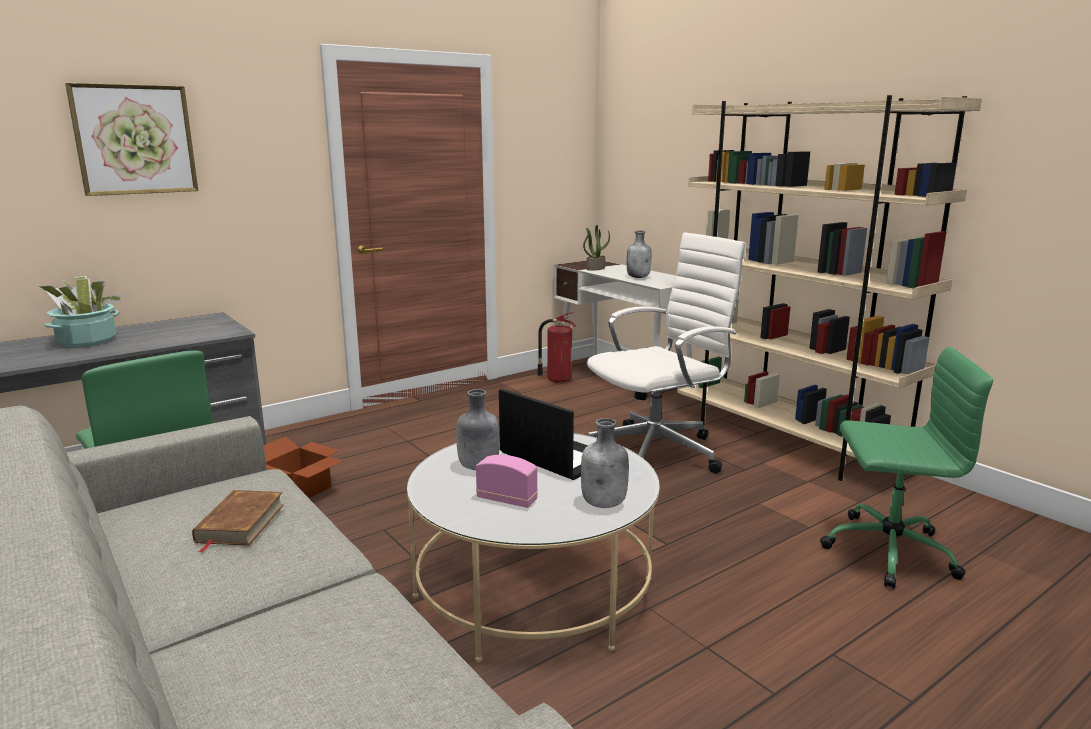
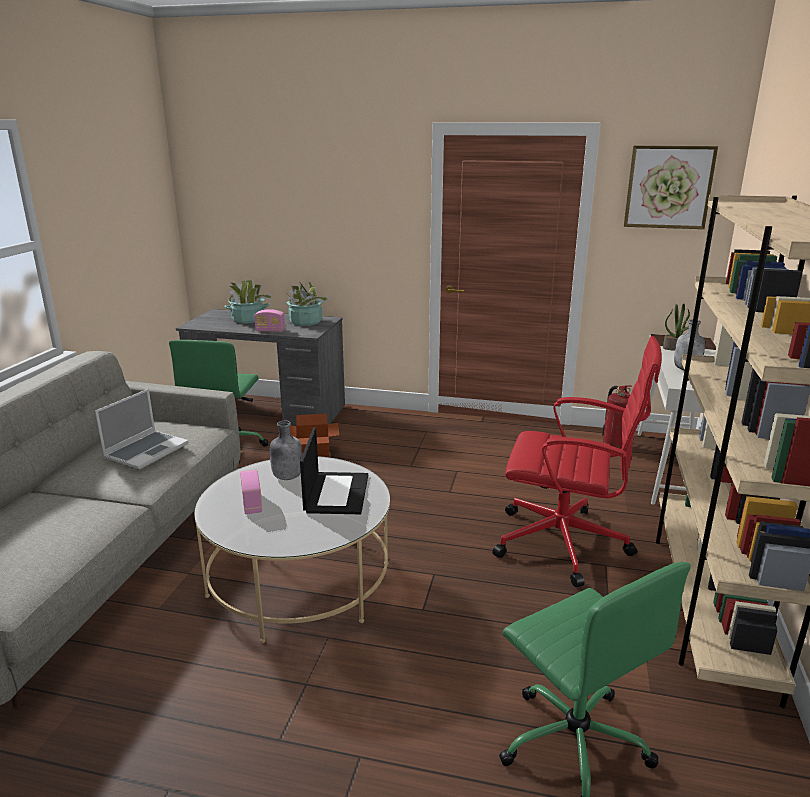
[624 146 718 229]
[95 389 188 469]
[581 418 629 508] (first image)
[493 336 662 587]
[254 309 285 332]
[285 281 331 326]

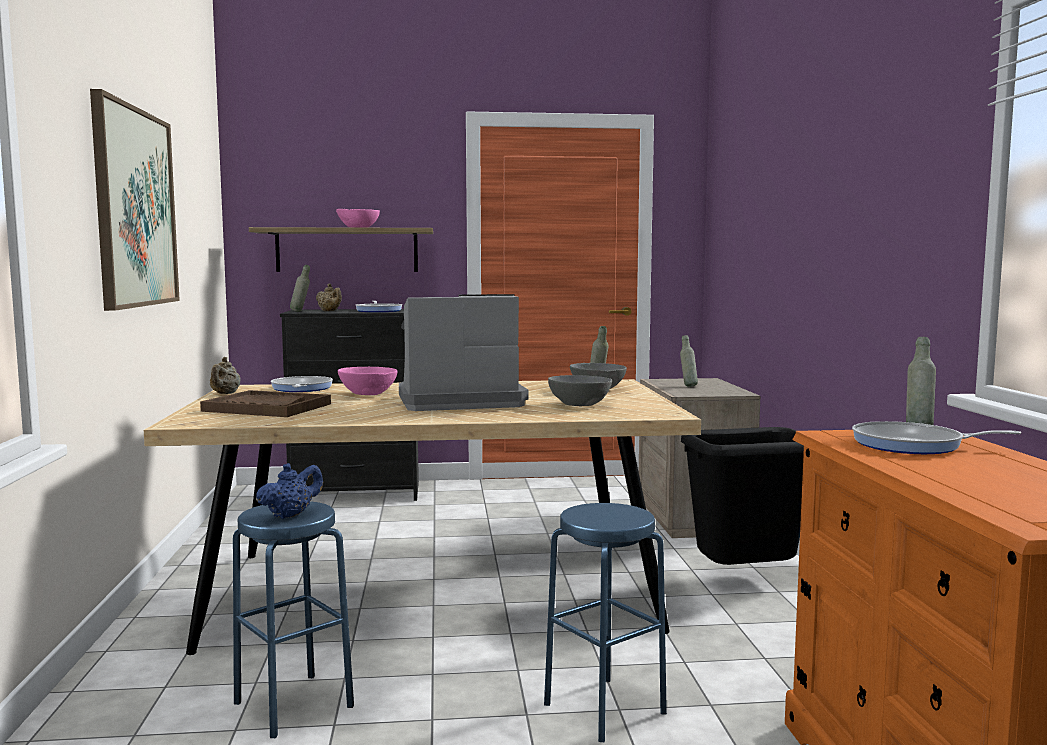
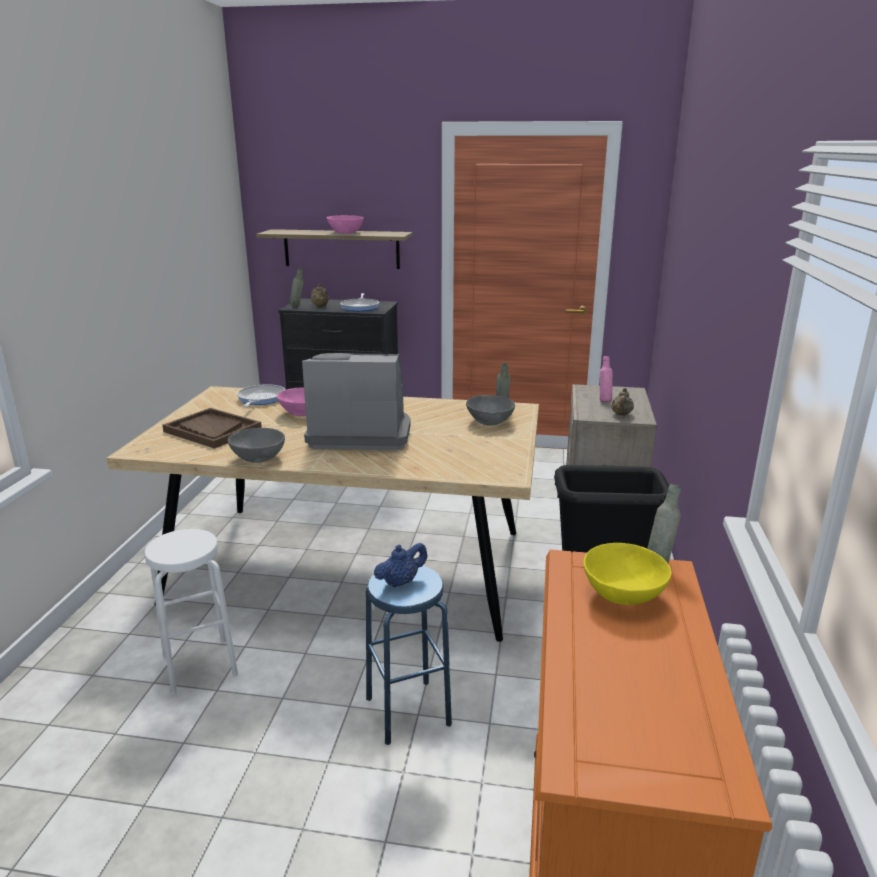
[90 89 180 311] (first image)
[611 388 634 416]
[144 529 238 696]
[374 543 427 588]
[228 428 285 463]
[600 356 613 402]
[583 543 671 605]

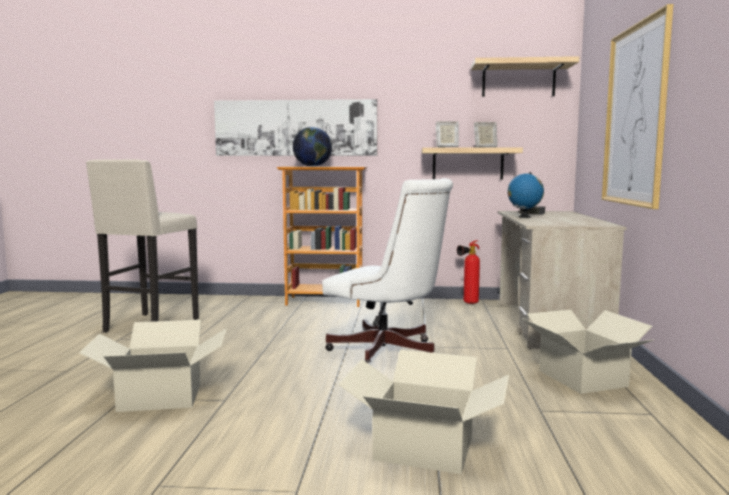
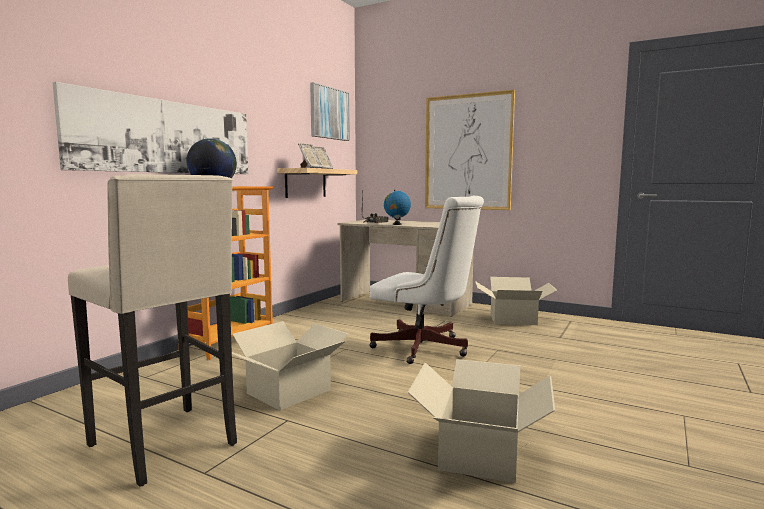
[369 196 484 364]
[232 321 349 411]
[457 240 480 304] (first image)
[310 82 350 141]

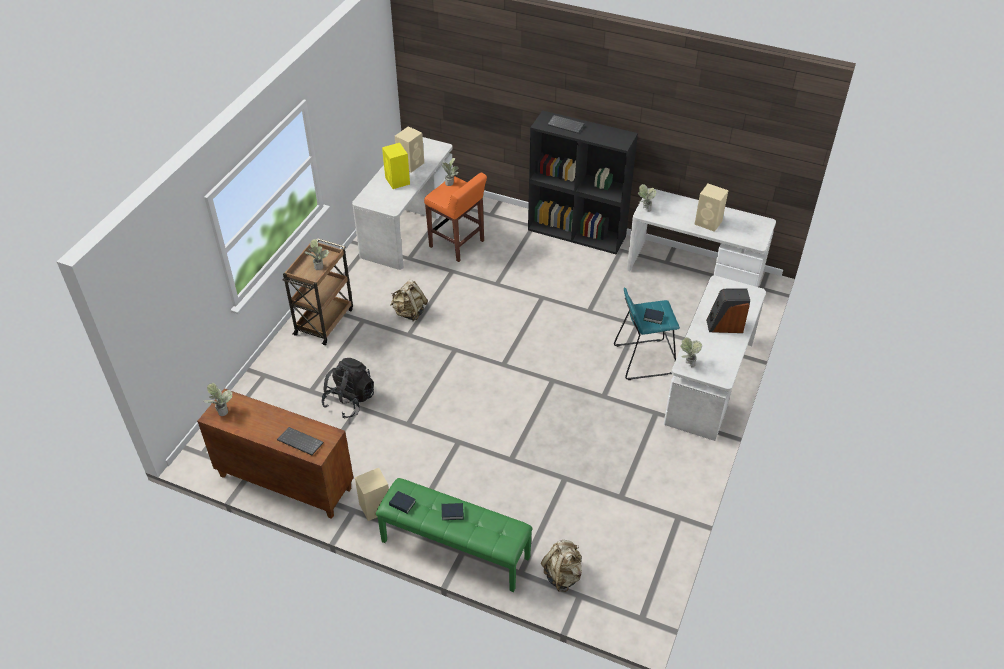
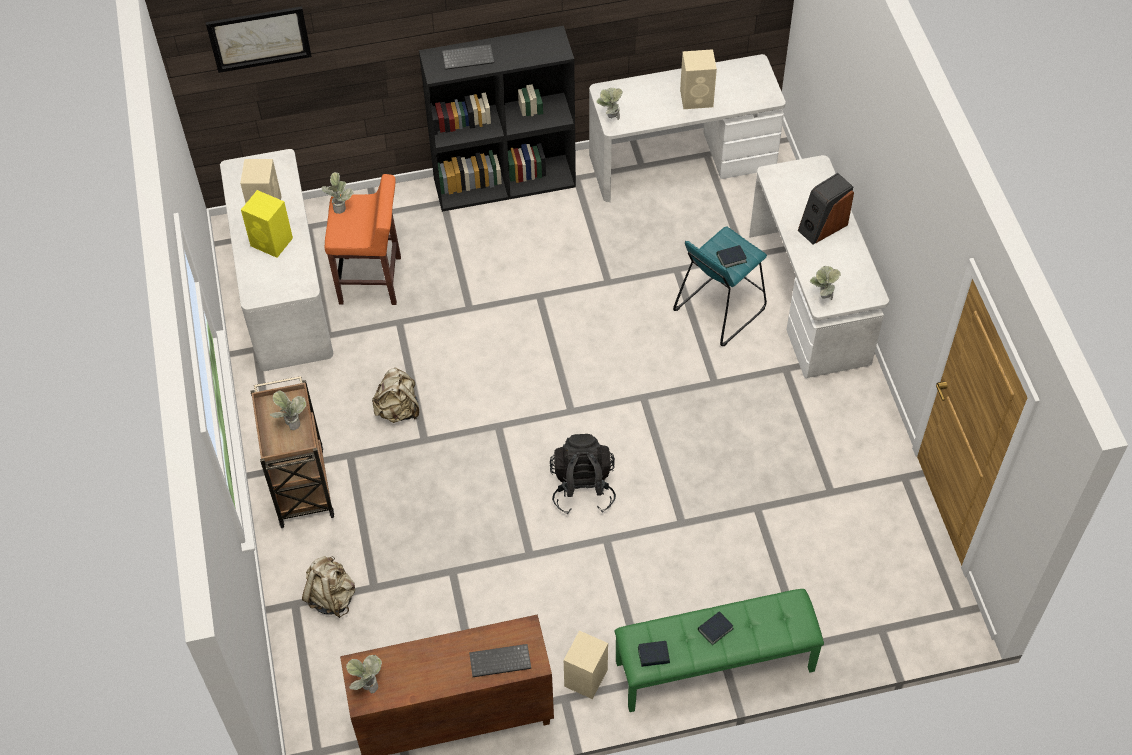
[550 434 616 514]
[302 556 355 618]
[206 6 312 73]

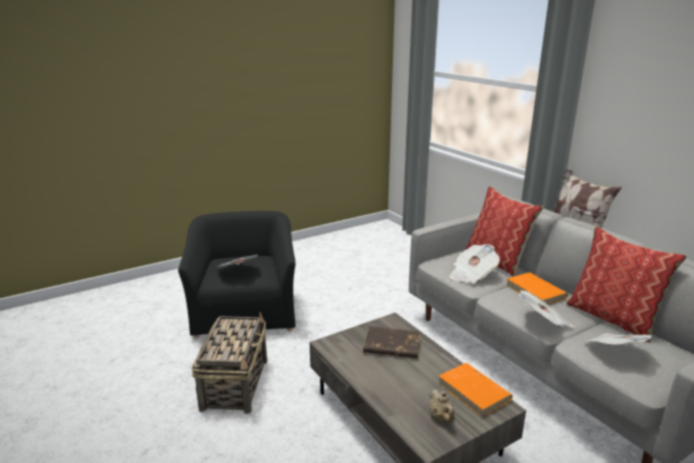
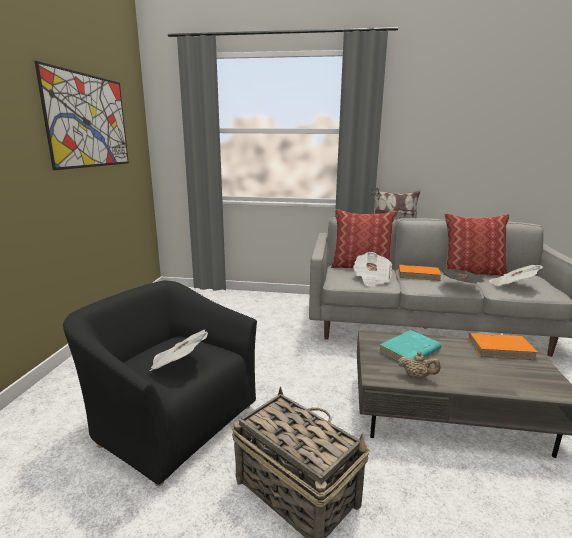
[379 330 441 362]
[398 352 440 379]
[34 61 129 170]

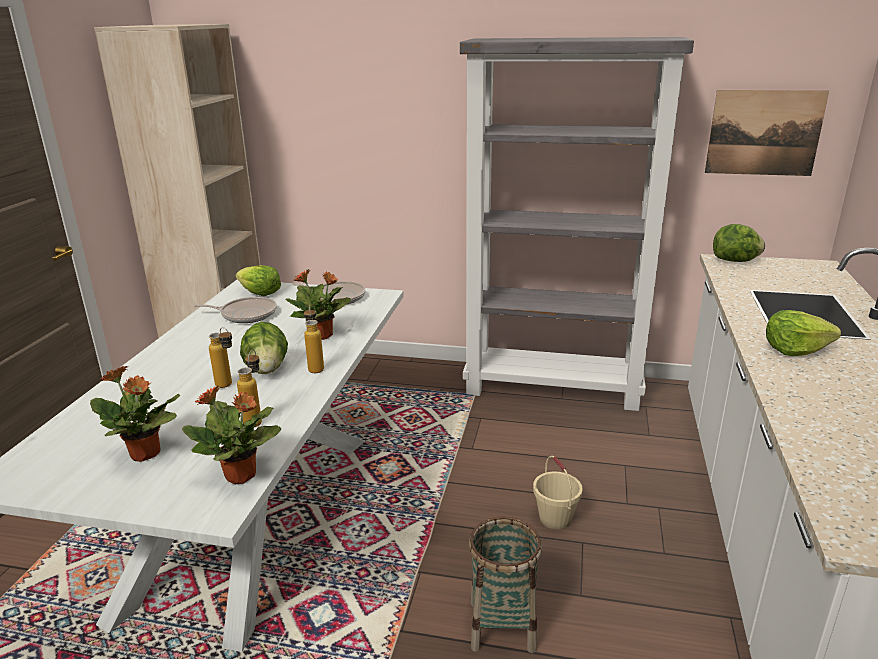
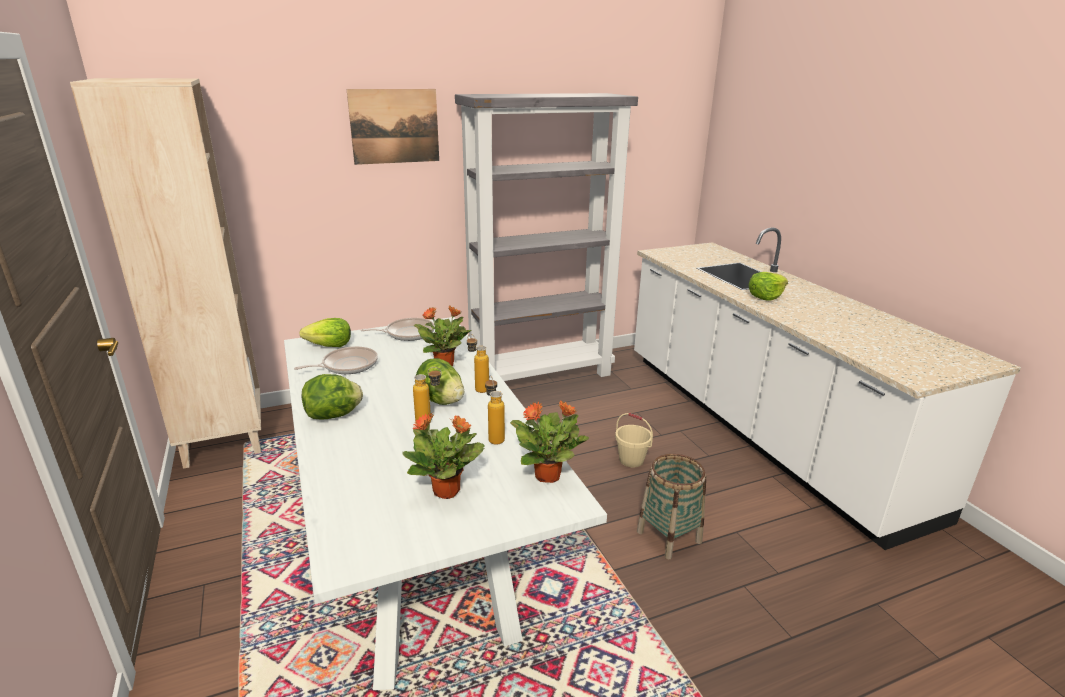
[347 89 439 165]
[302 374 363 419]

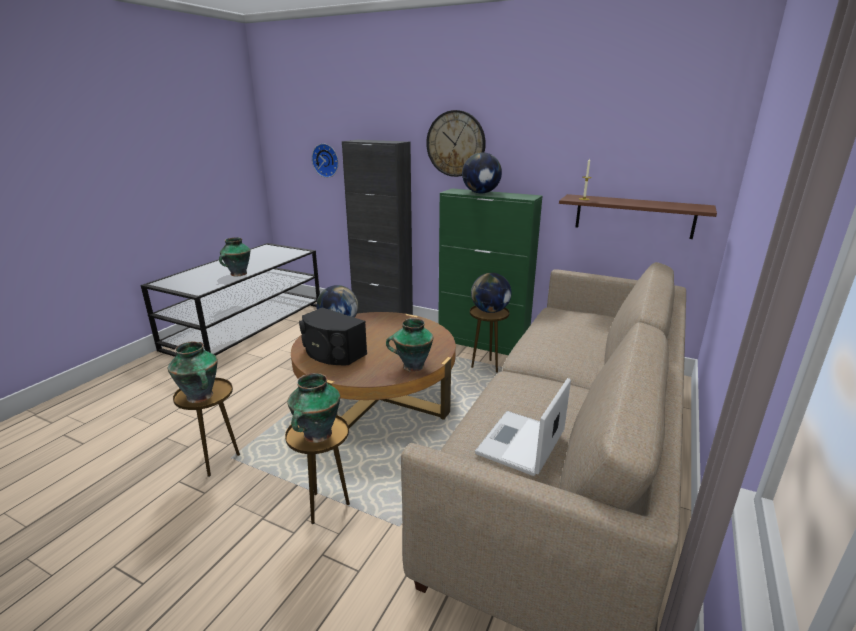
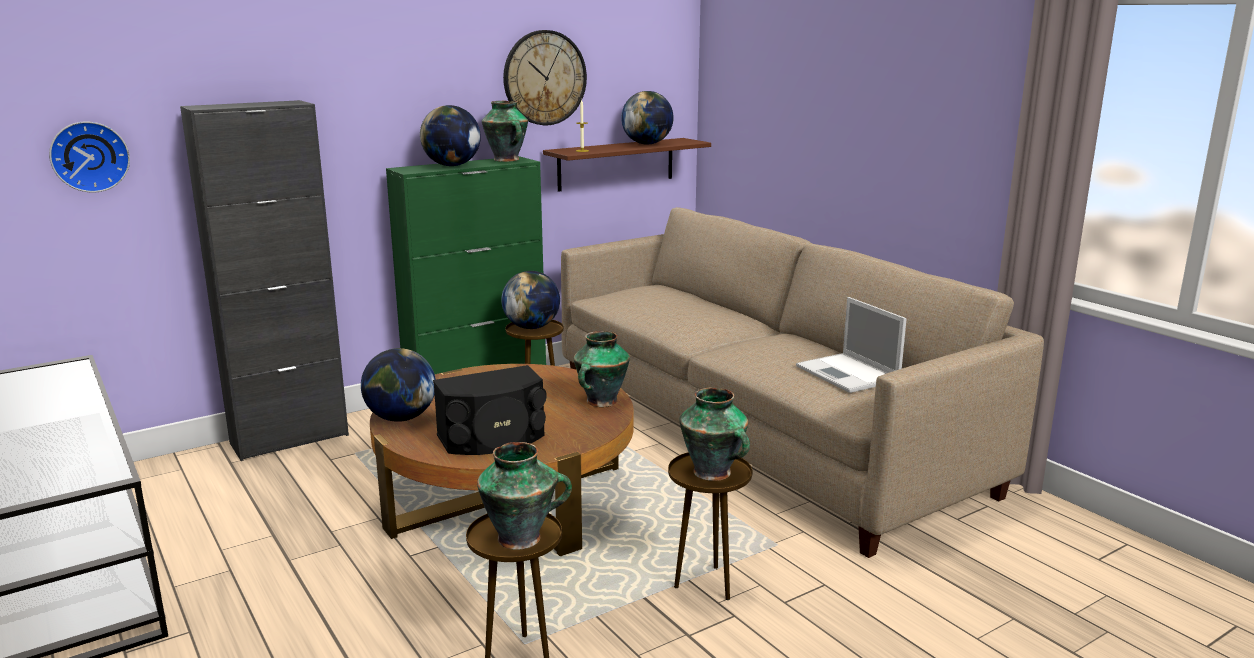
[482 101 528 162]
[503 30 587 125]
[621 91 674 144]

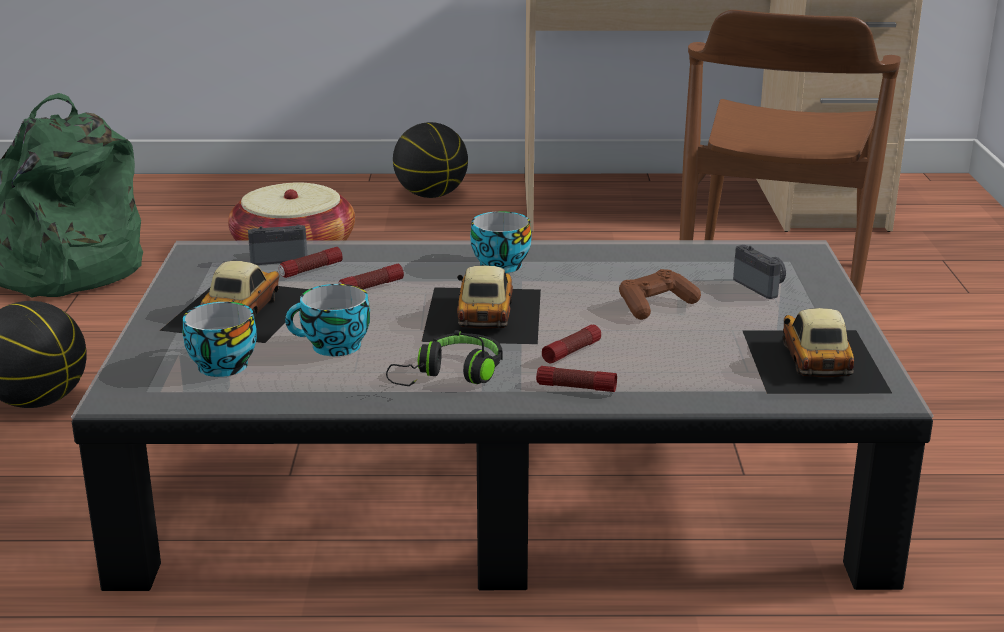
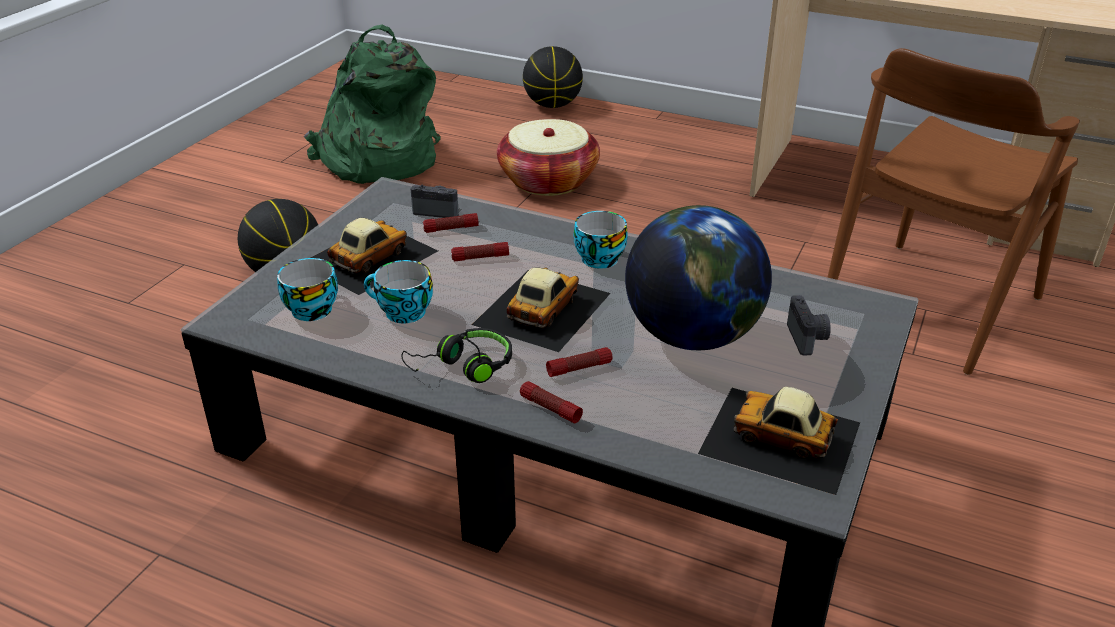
[523 46 583 108]
[625 205 772 350]
[698 387 860 495]

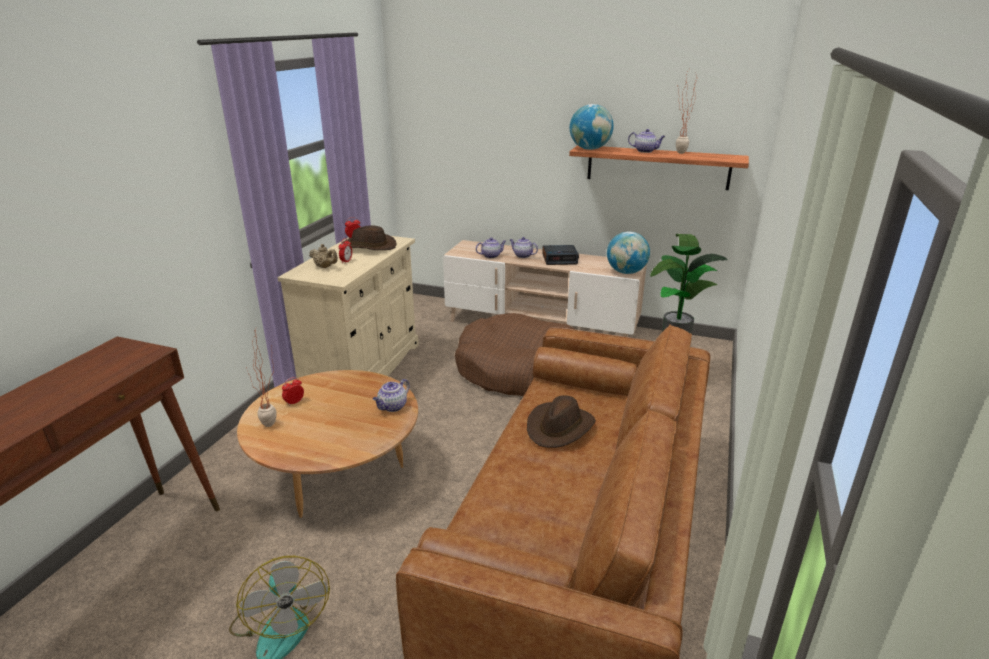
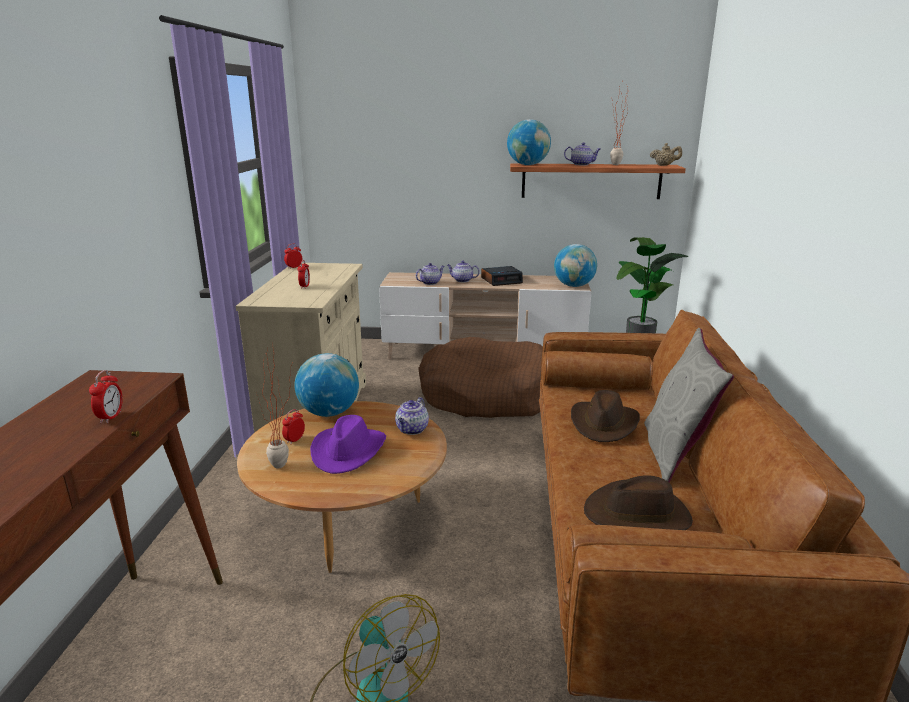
[650 143 682 166]
[584 475 693 530]
[89 370 123 423]
[295 353 359 417]
[310 415 386 474]
[644 328 734 482]

